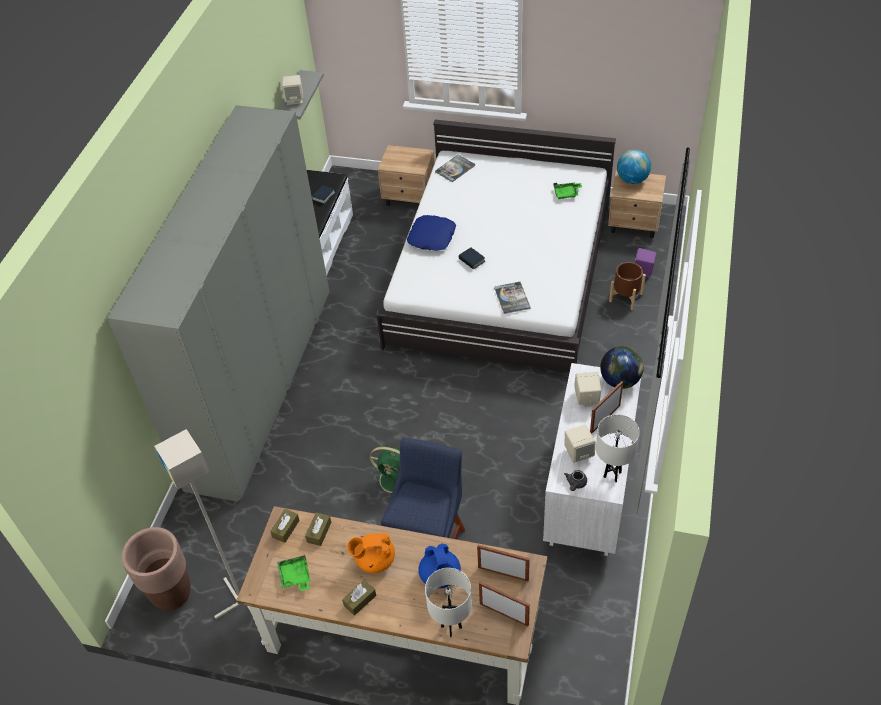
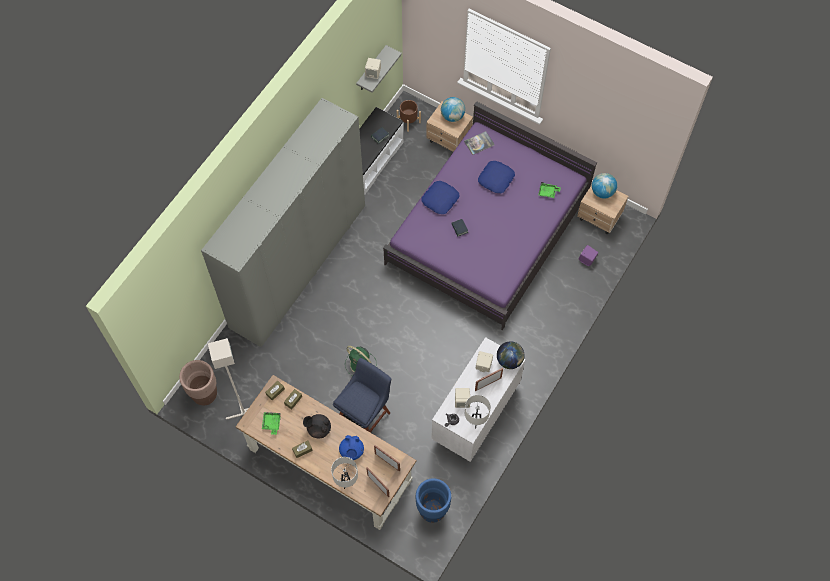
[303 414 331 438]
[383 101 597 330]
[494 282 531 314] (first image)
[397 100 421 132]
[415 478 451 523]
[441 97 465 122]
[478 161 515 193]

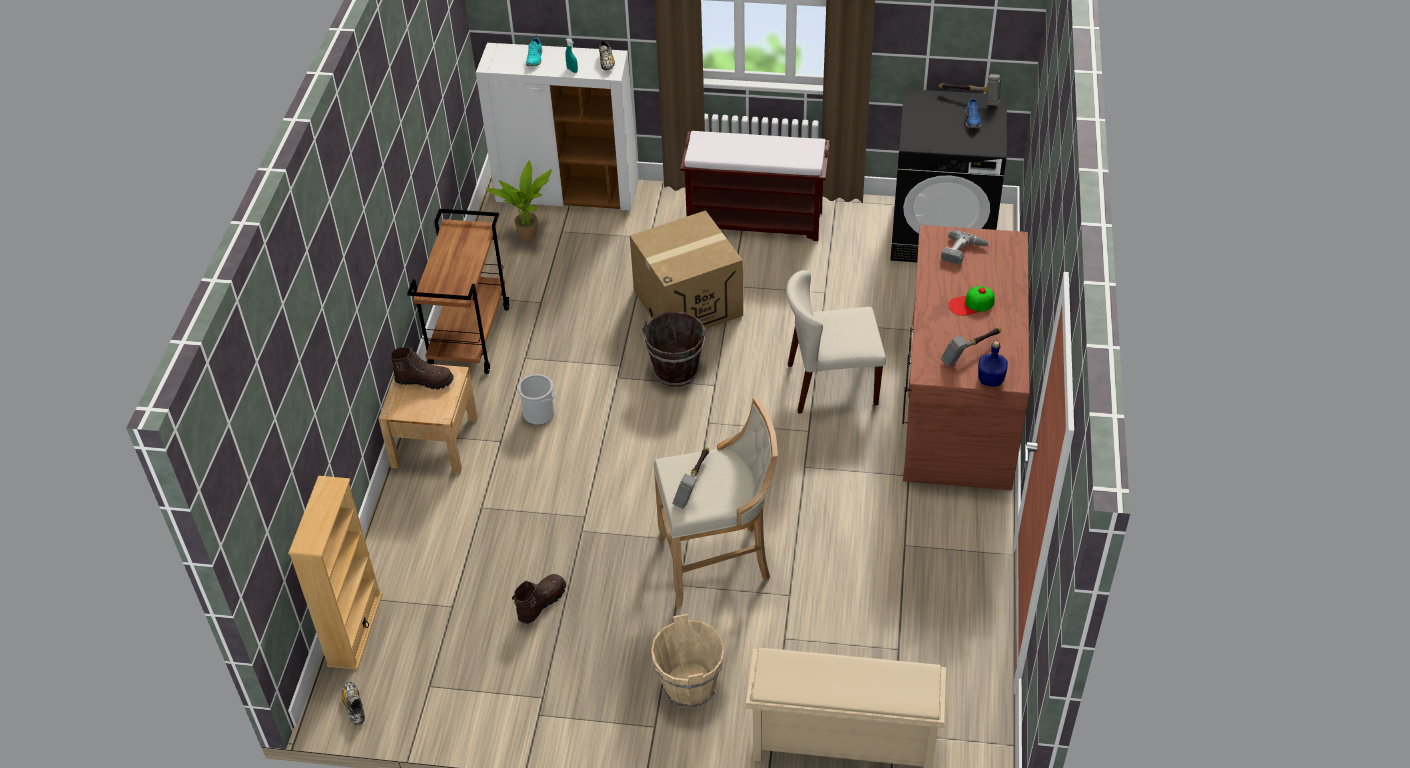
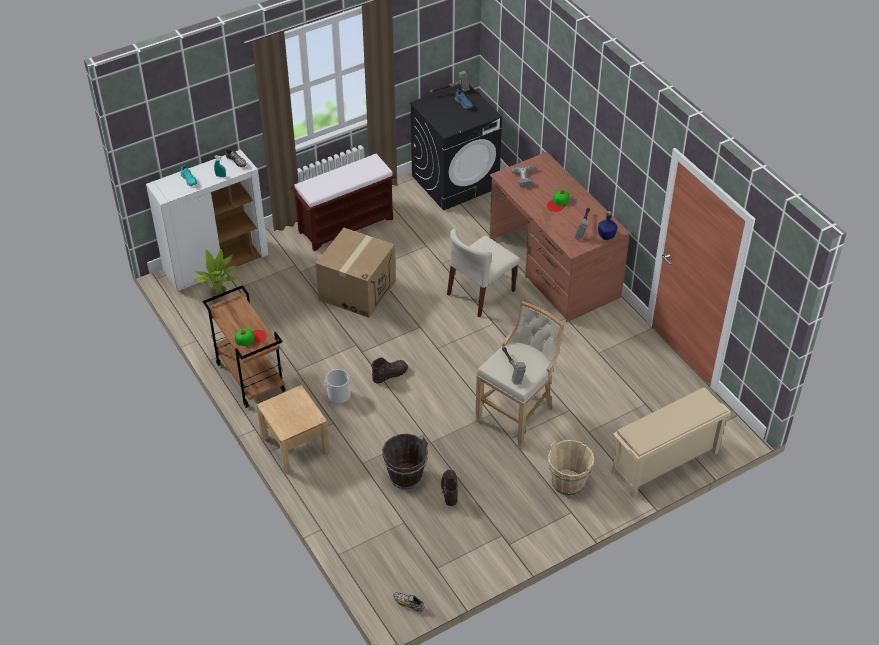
[288 476 383 670] (first image)
[371 357 408 384]
[382 433 428 489]
[235 328 267 346]

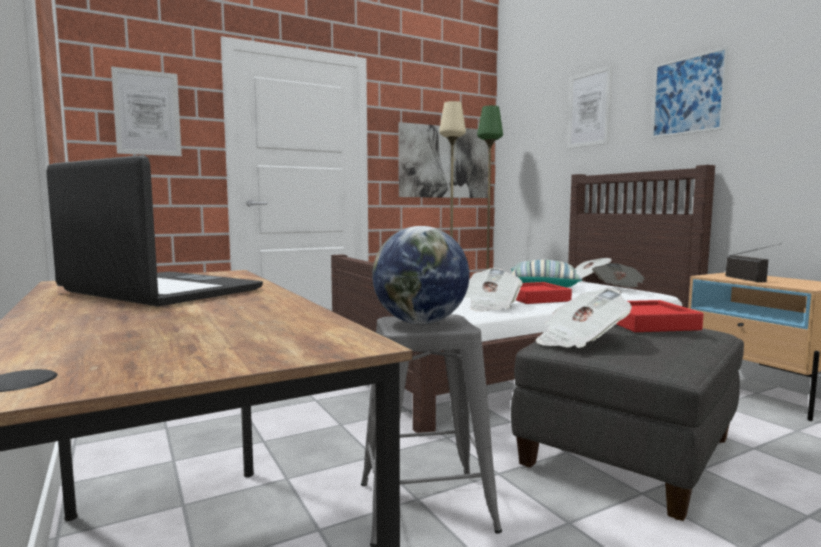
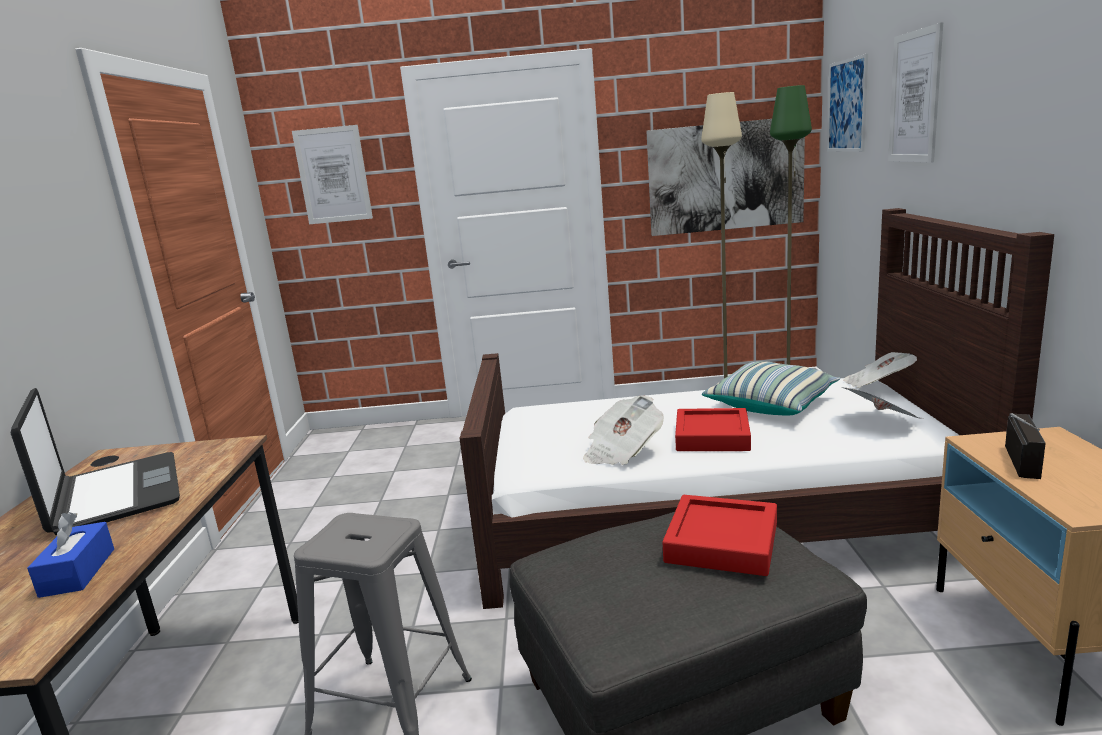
[372 226 469 324] (first image)
[536 289 632 348] (first image)
[827 54 868 152]
[27 512 114 598]

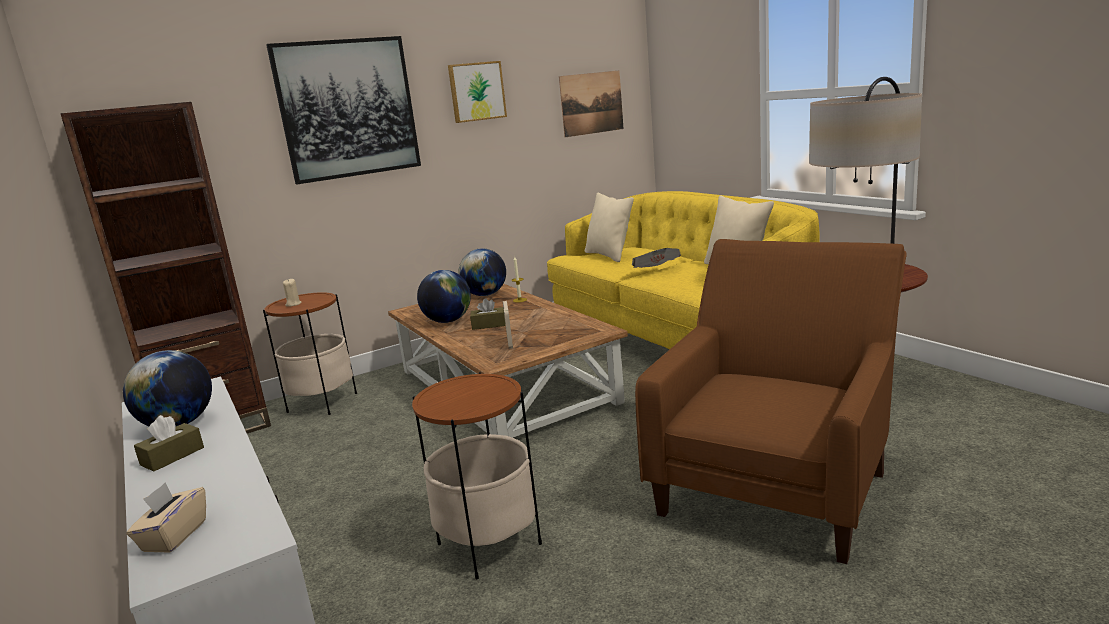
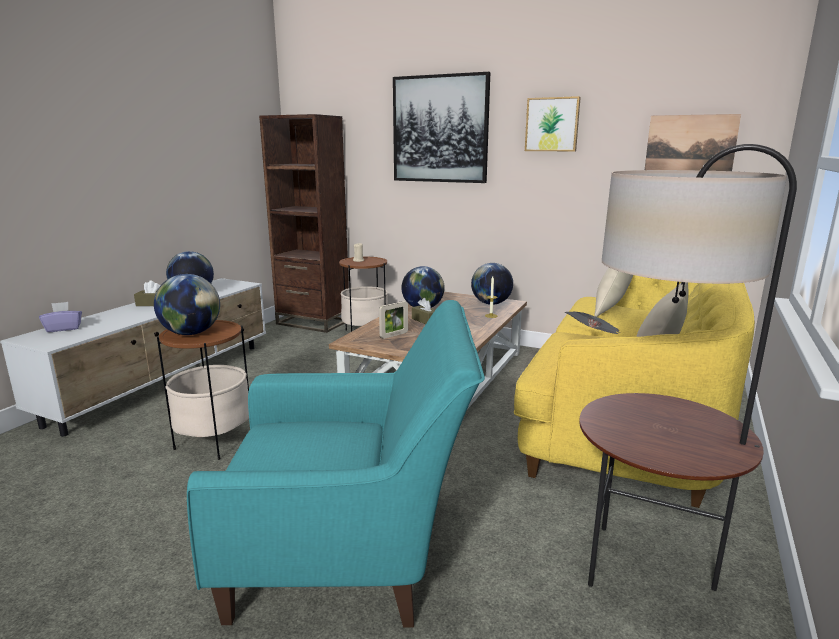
[39 302 82 332]
[187 300 485 628]
[154 274 220 335]

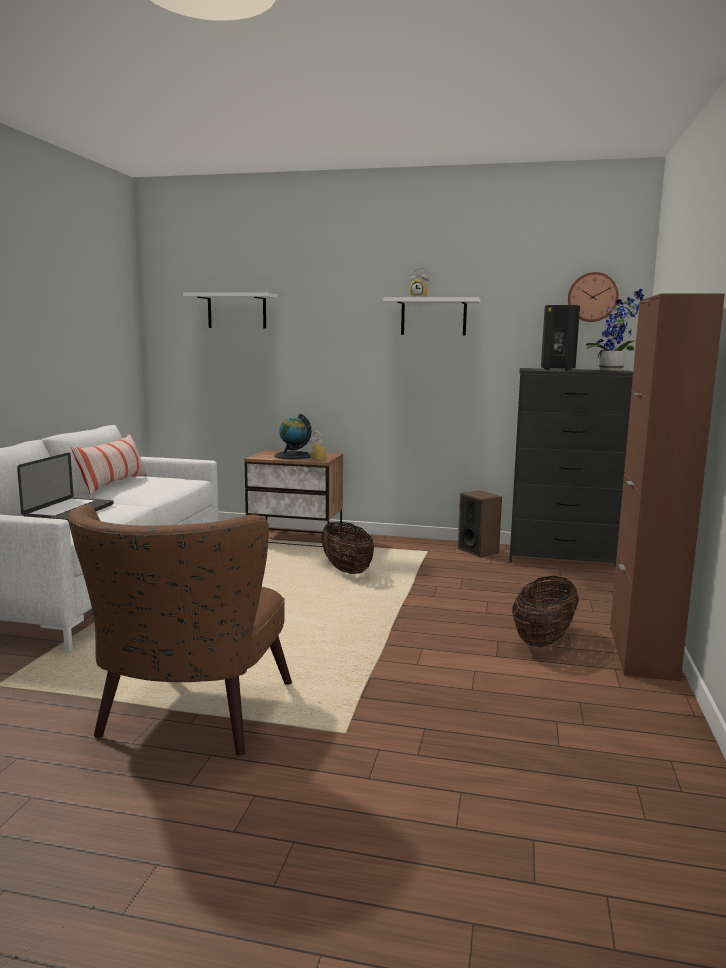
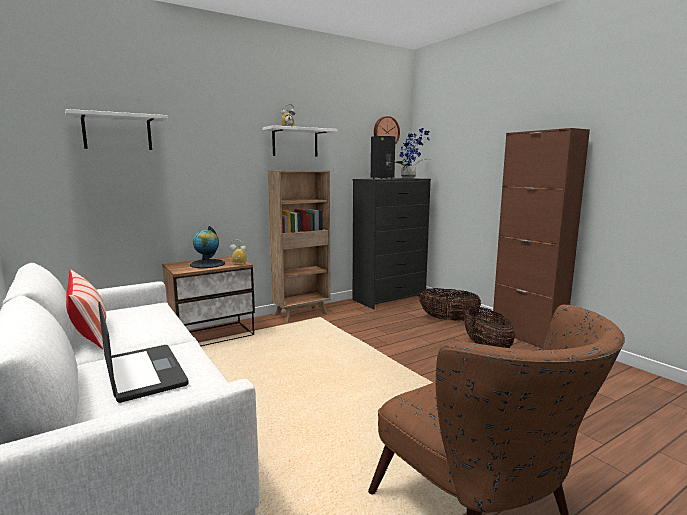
[419 288 481 321]
[458 491 502 557] (first image)
[268 170 331 323]

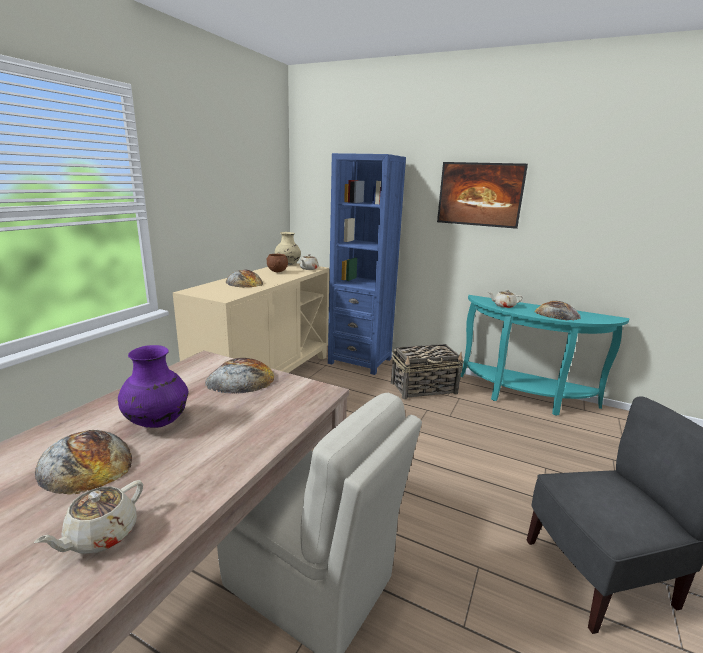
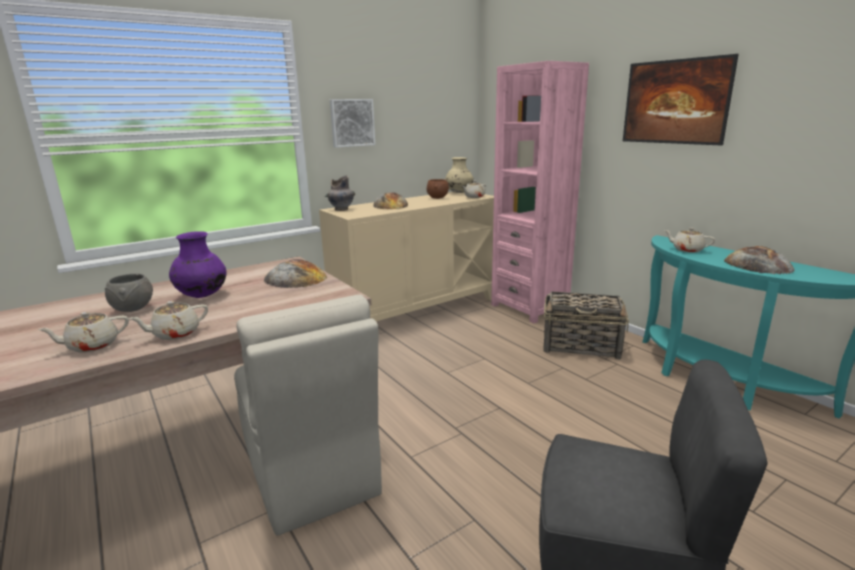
[105 273 153 312]
[491 61 589 323]
[128 301 208 340]
[325 175 355 211]
[330 99 375 148]

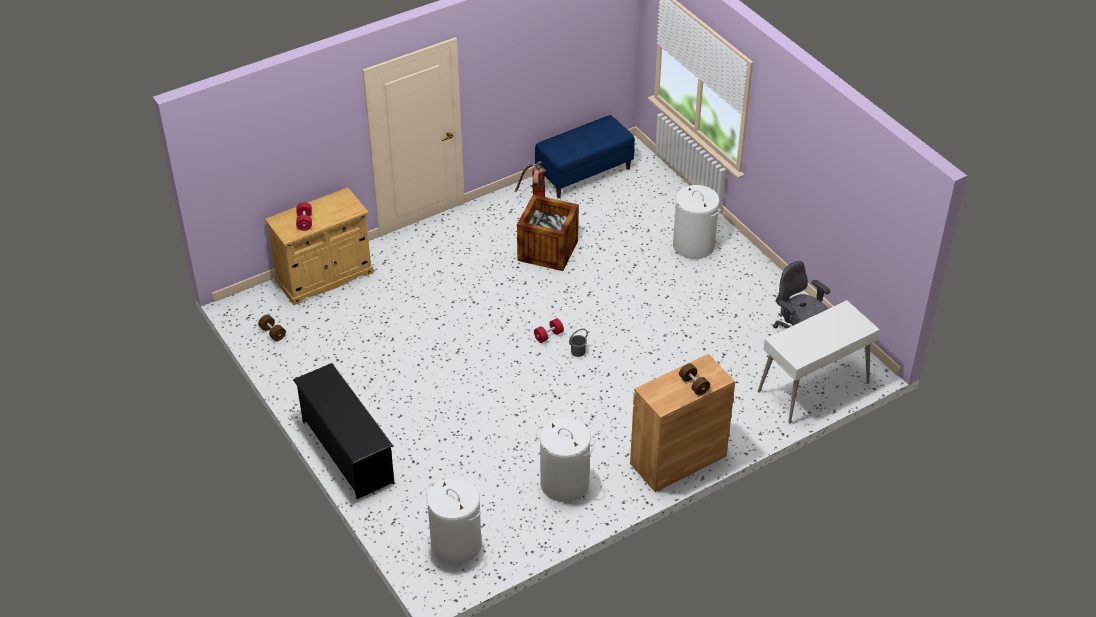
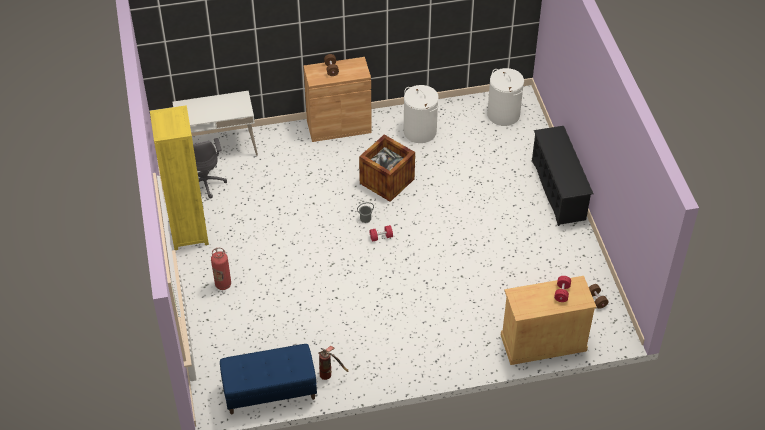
[359 135 415 202]
[211 248 231 290]
[150 105 209 250]

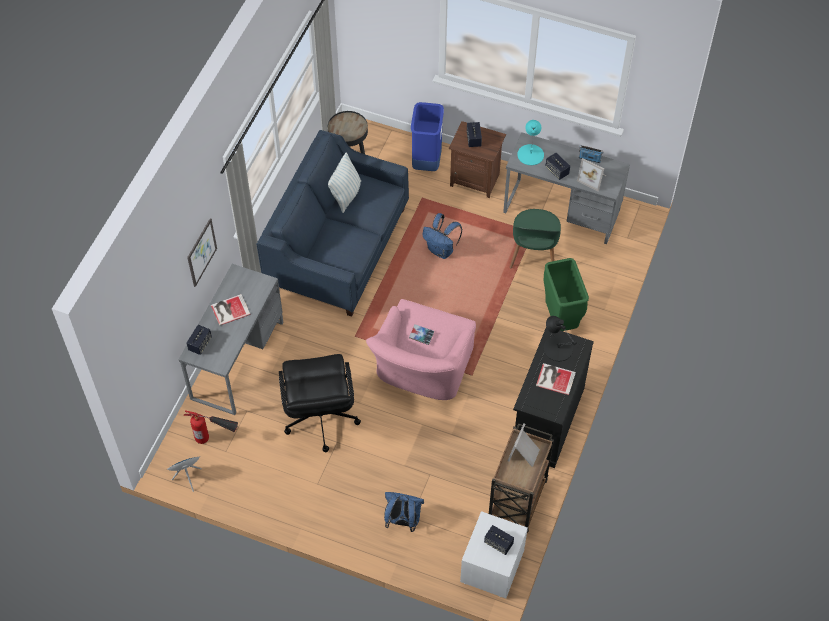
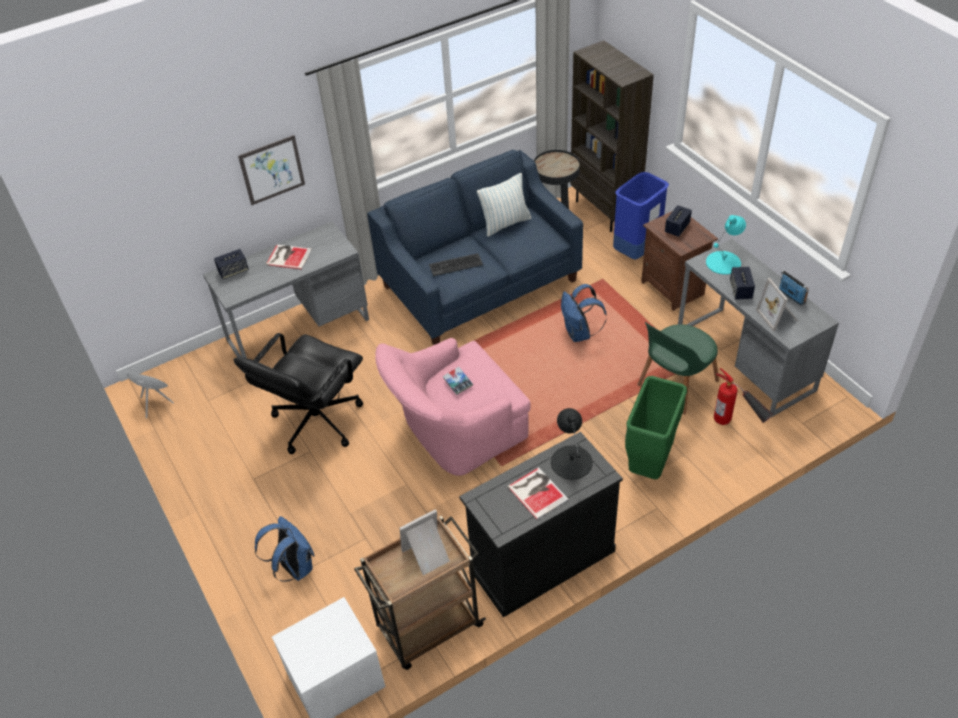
[714 368 773 425]
[484 525 514 555] (first image)
[429 253 483 276]
[570 40 654 232]

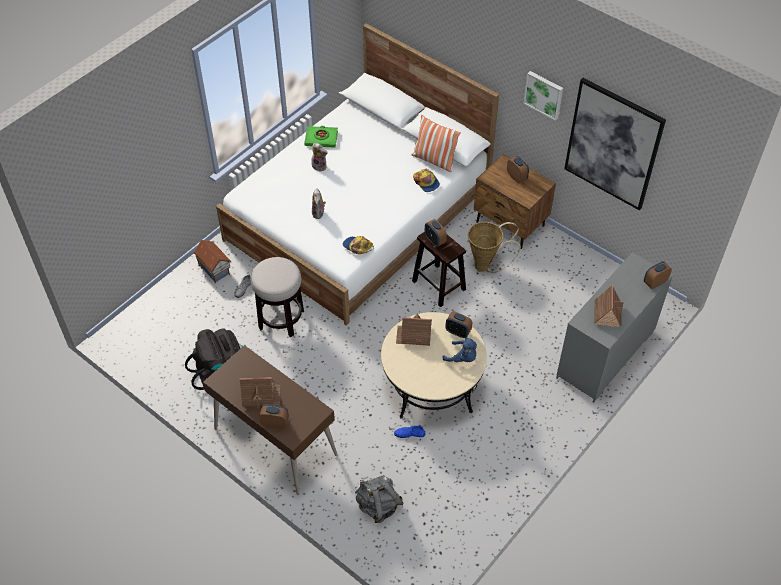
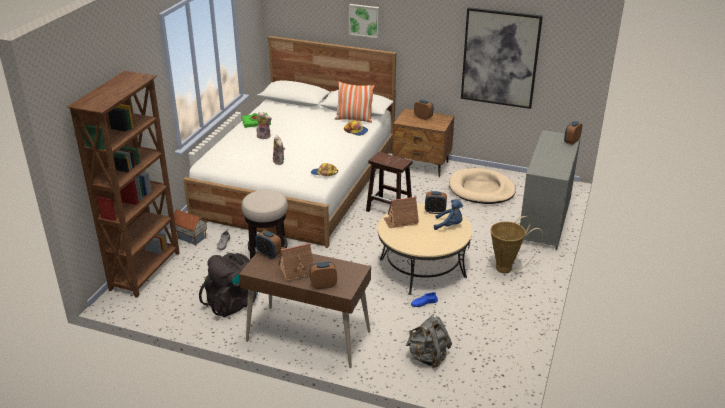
[255 230 282 259]
[491 216 543 273]
[349 4 379 38]
[594 285 624 327] (first image)
[67 71 180 298]
[449 168 516 204]

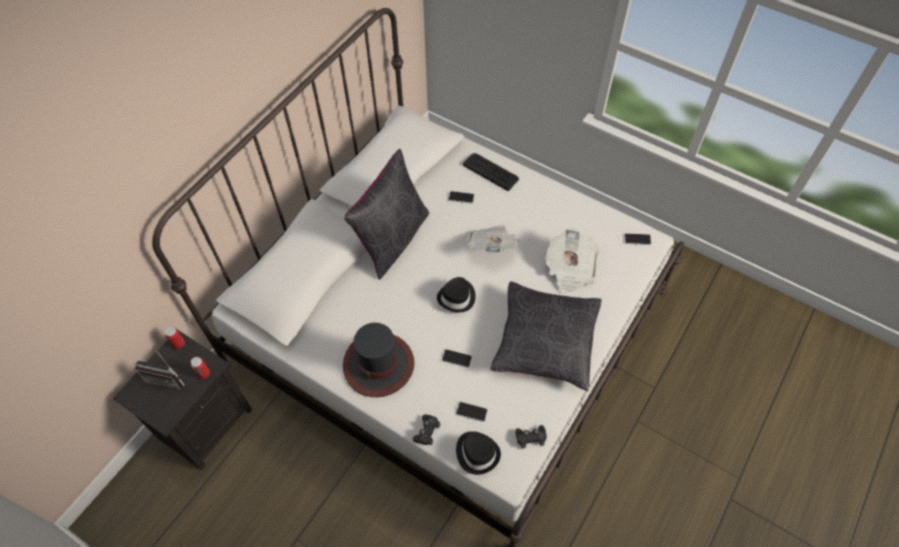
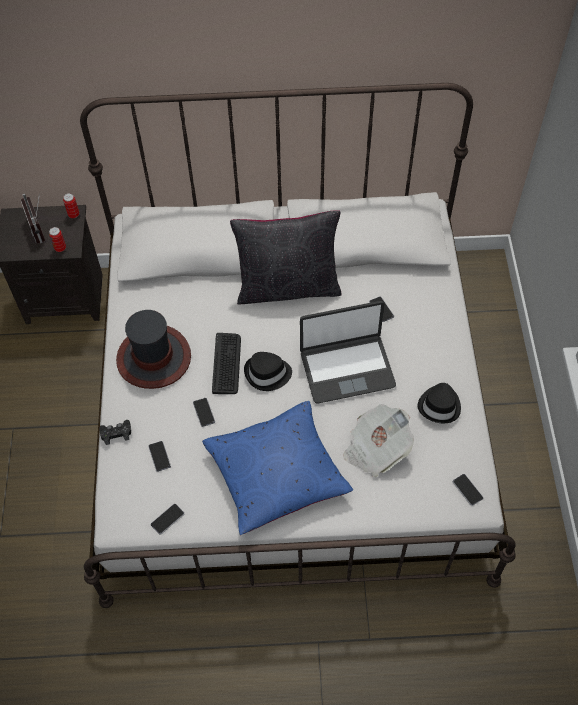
[417 383 461 423]
[212 333 241 394]
[300 301 396 403]
[202 401 353 535]
[151 504 184 535]

